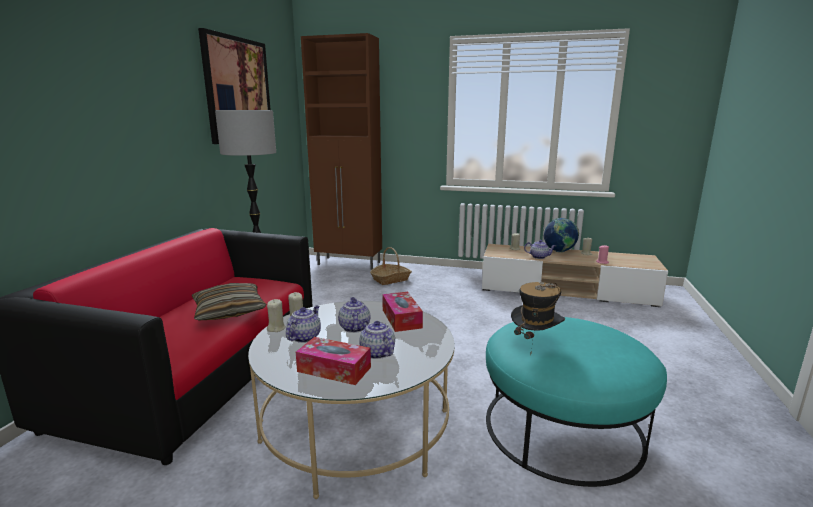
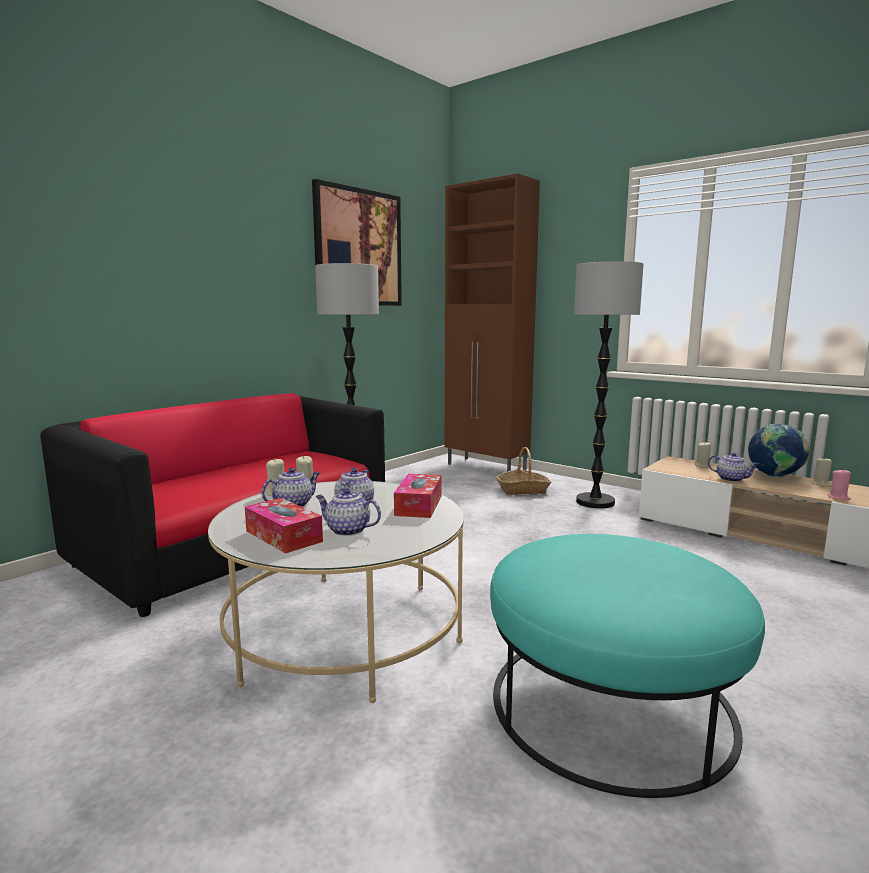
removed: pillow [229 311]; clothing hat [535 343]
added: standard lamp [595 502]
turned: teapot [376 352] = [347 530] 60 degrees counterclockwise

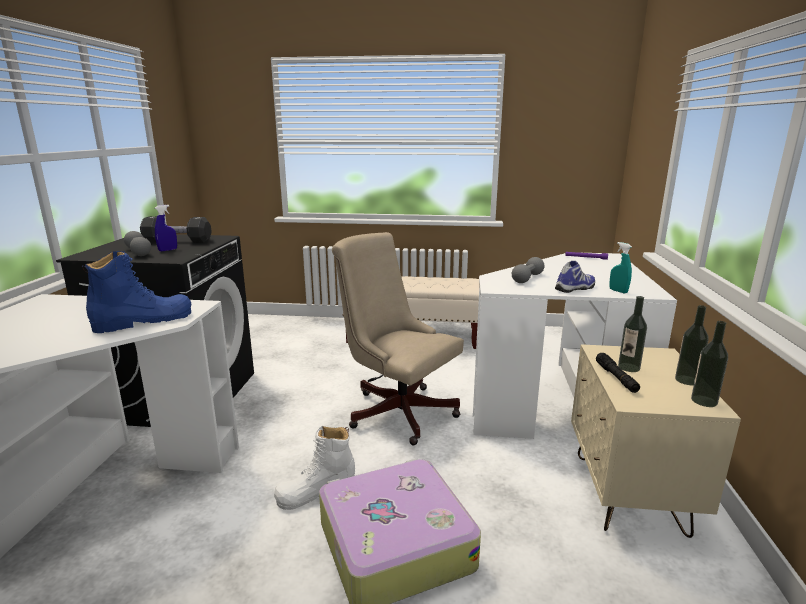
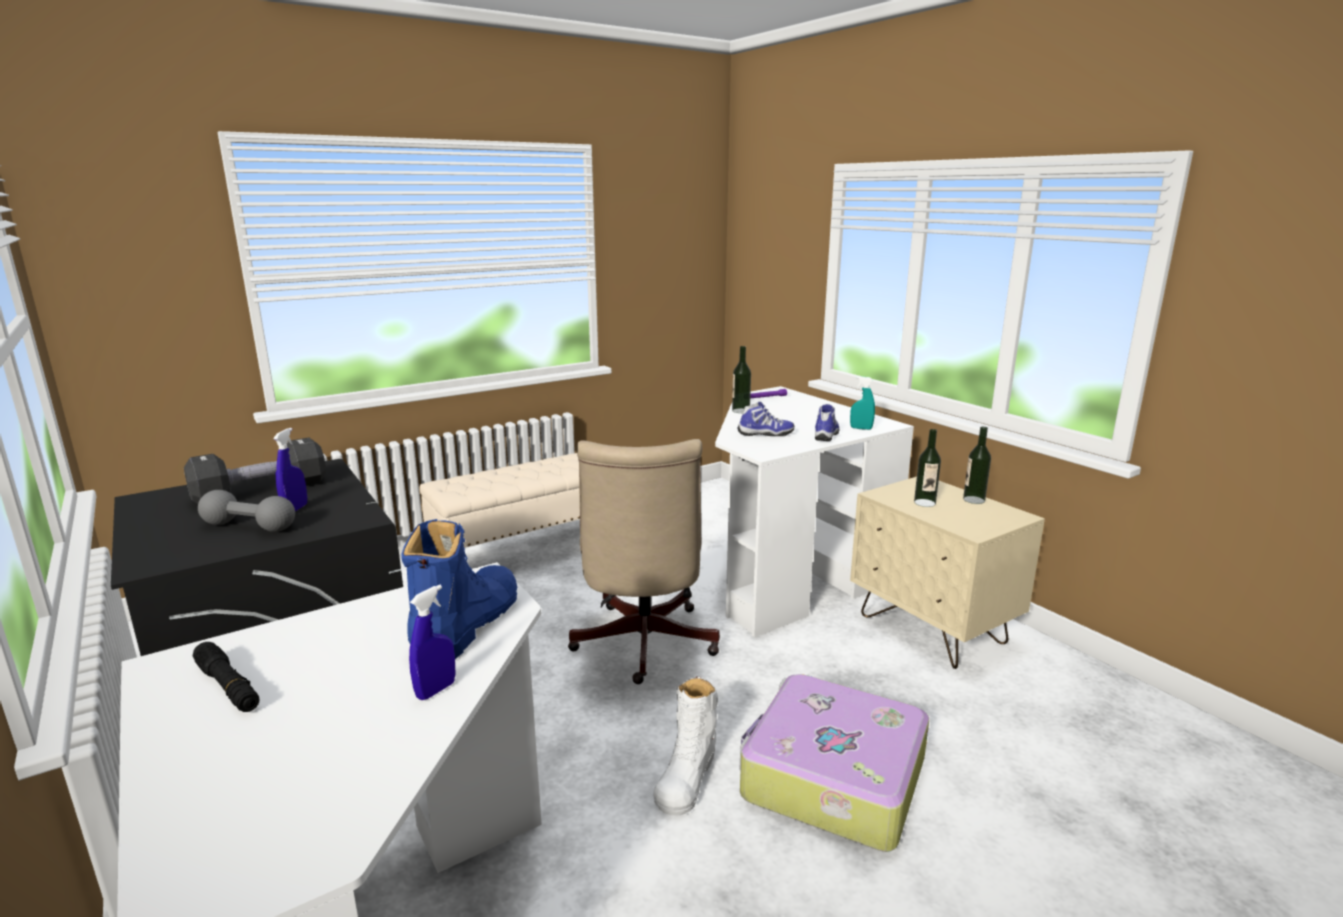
added: bluish hand sprayer [436 690]
moved: black-coloured hand torch [616 378] to [228 687]; beverage bottle [704 401] to [740 411]
replaced: greyish hand weight [527 278] to low shoe [765 434]
turned: beige office chair [397 410] = [642 646] 90 degrees counterclockwise

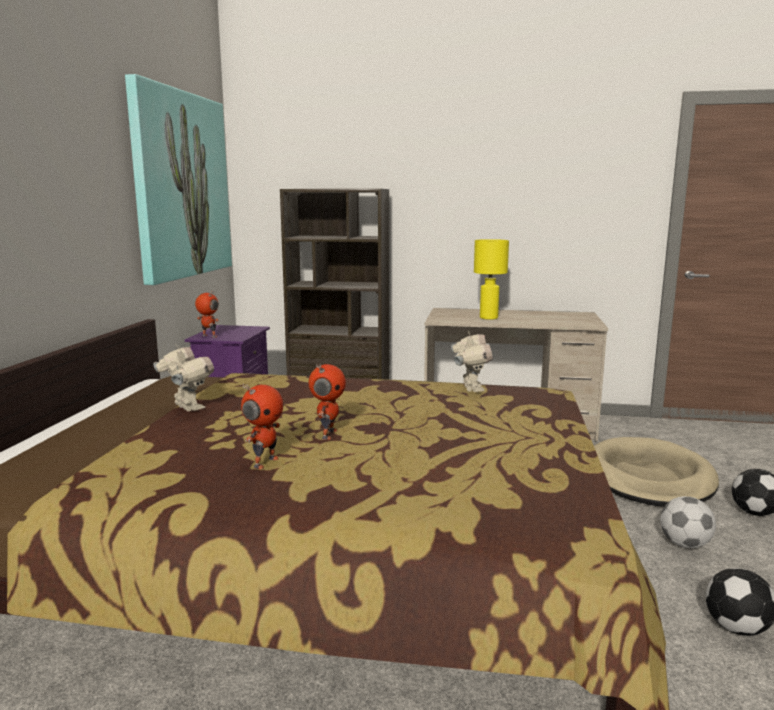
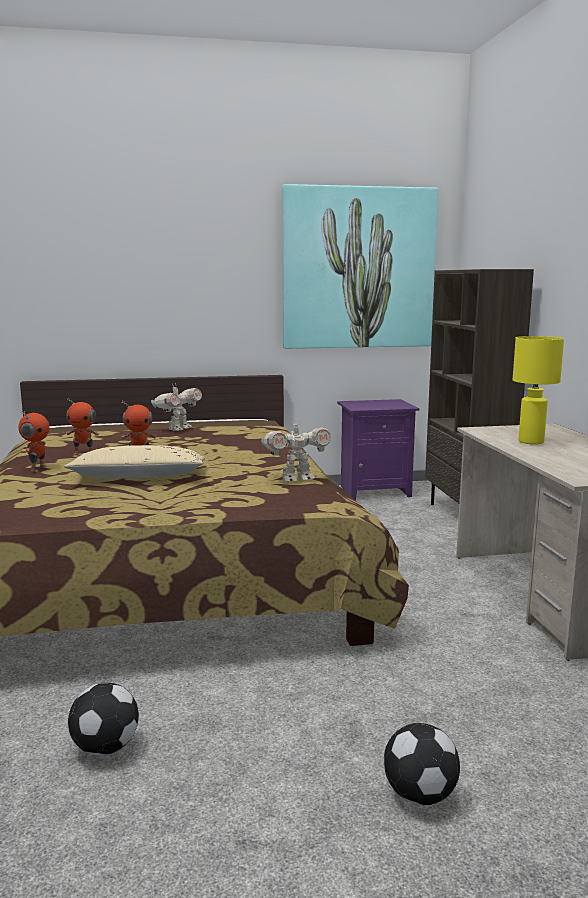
removed: beige dog bed [648 478]; football ball [685 544]
added: beige pillow [139 477]
moved: model robot [208 336] to [37 469]

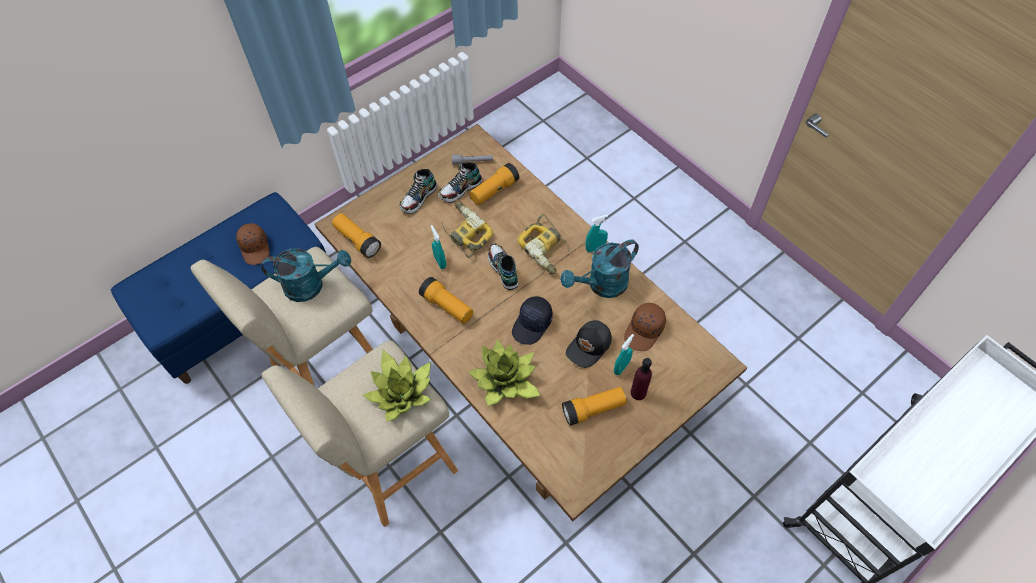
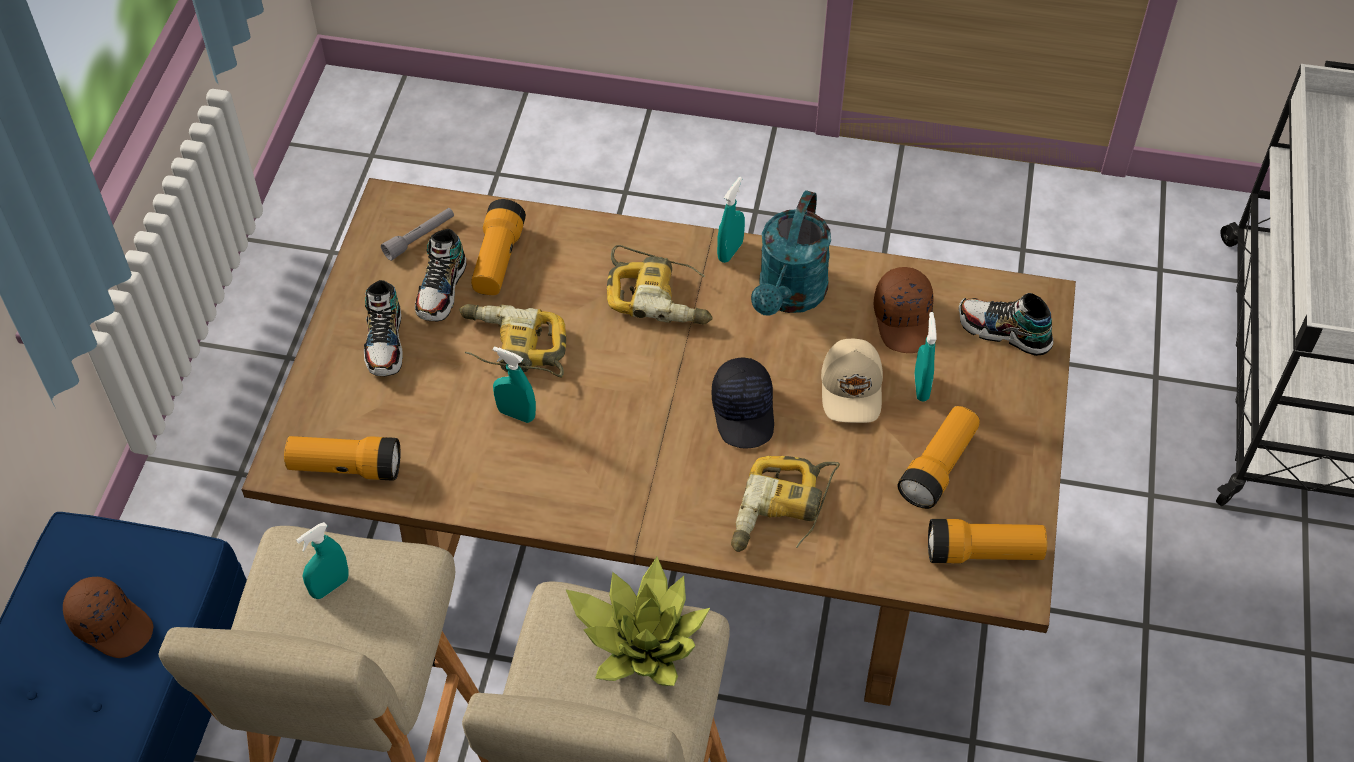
removed: purple beverage bottle [638 393]
moved: hand torch [447 306] to [983 553]; low shoe [503 270] to [1003 332]
replaced: turquoise-coloured watering pot [311 285] to turquoise-coloured hand sprayer [330 586]; houseplant [505 380] to electric drill [782 513]
recoloured: black-coloured peaked cap [589 347] to beige peaked cap [853 389]

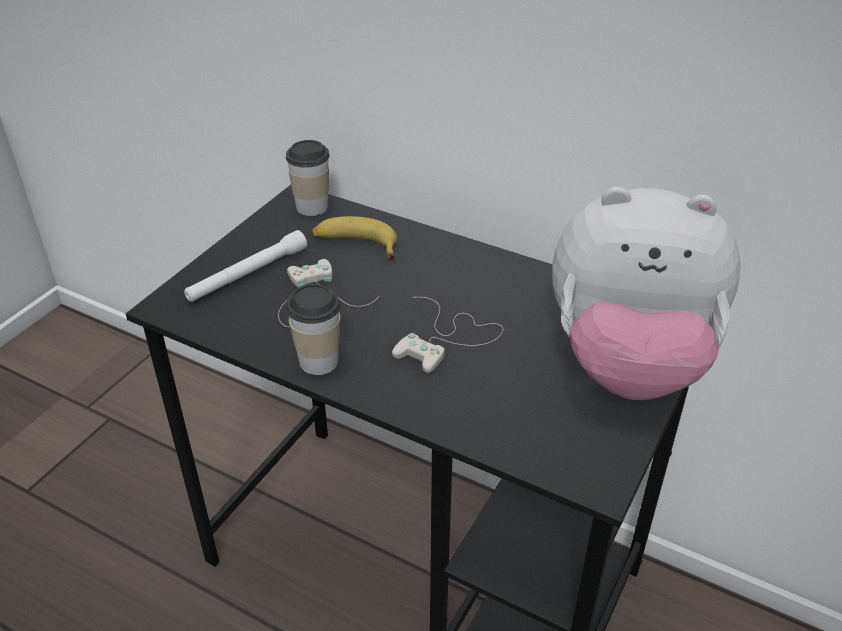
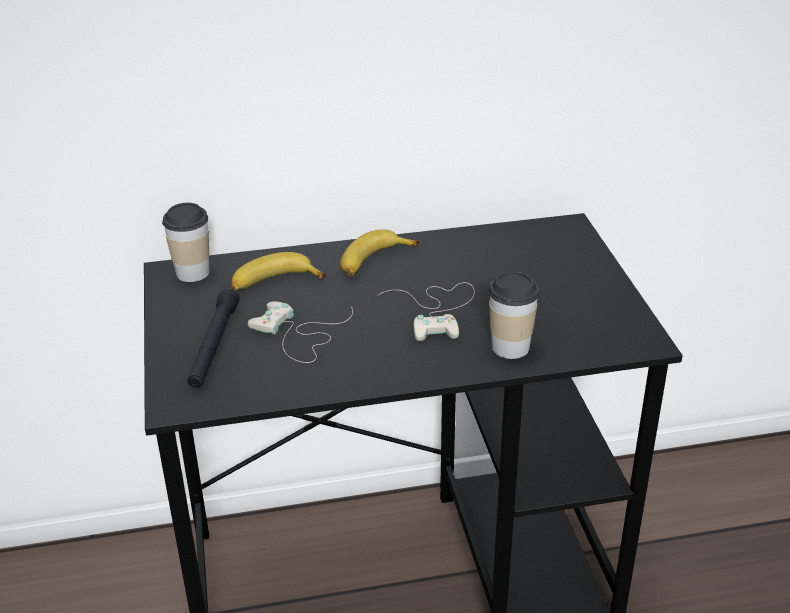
removed: cuddly toy [628 363]
added: whole banana [373 262]
moved: cup [318 361] to [510 347]
recoloured: white hand torch [247 274] to black-coloured hand torch [214 346]

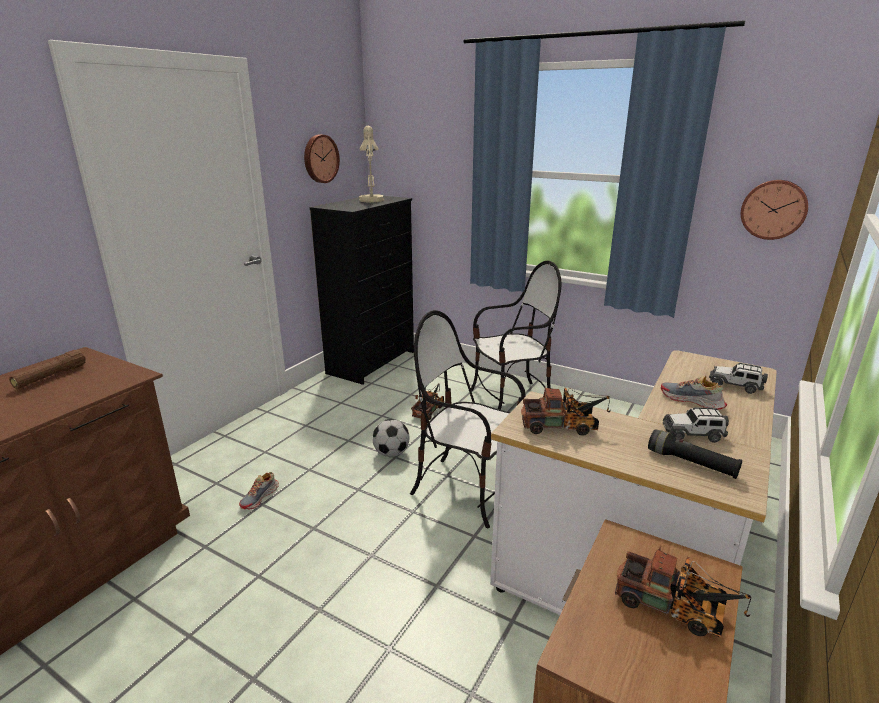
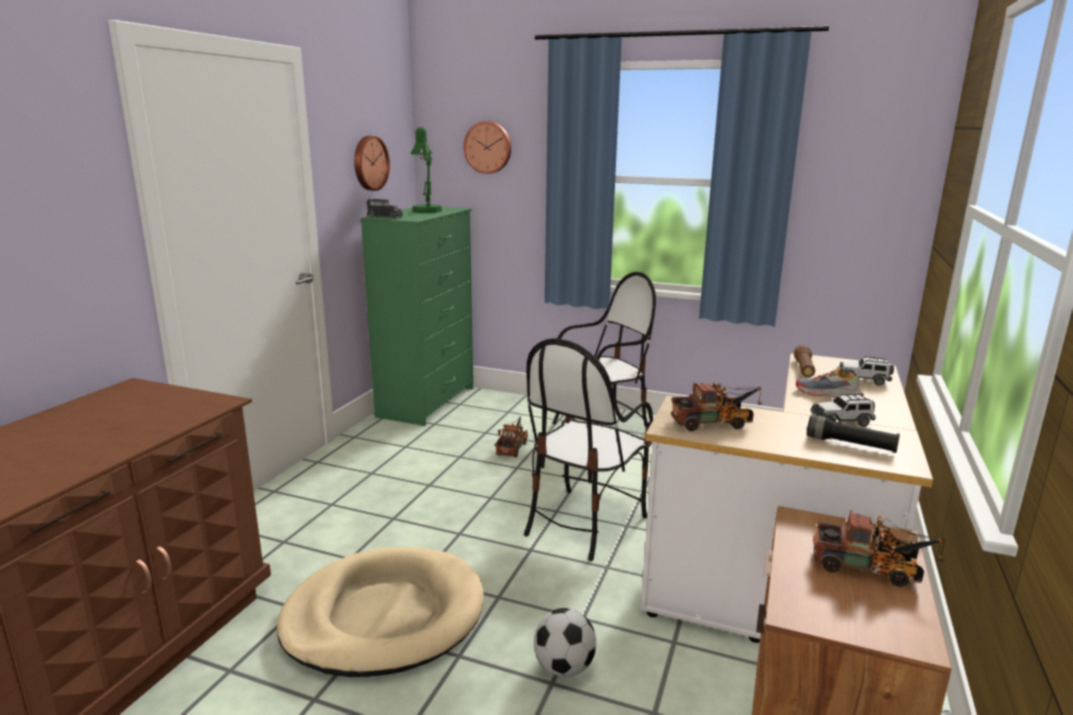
removed: low shoe [260 497]
added: beige dog bed [384 616]; model truck [383 217]
moved: hanging clock [773 209] to [488 147]; football ball [391 454] to [564 668]; brown-coloured hand torch [51 377] to [804 369]
recoloured: black-coloured drawer chest [372 362] to green drawer chest [428 402]; beige table lamp [371 199] to green table lamp [426 210]
turned: plain chair [467 489] = [583 523] 75 degrees counterclockwise

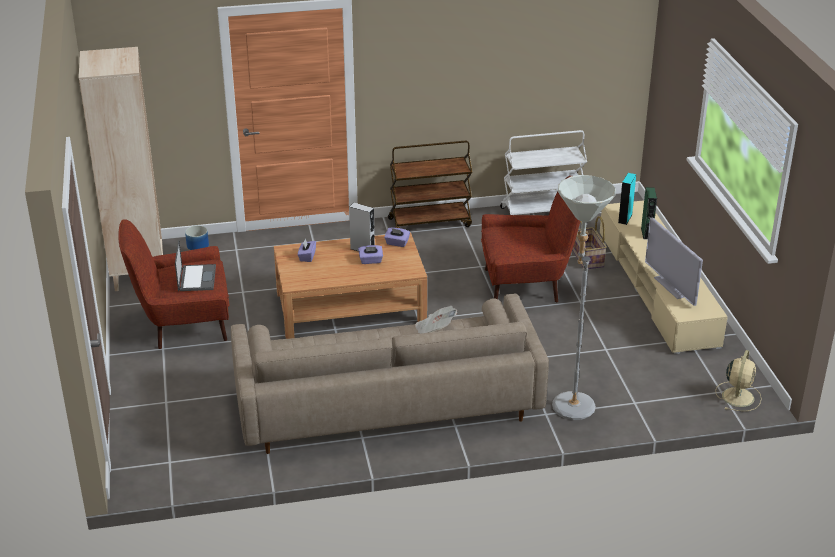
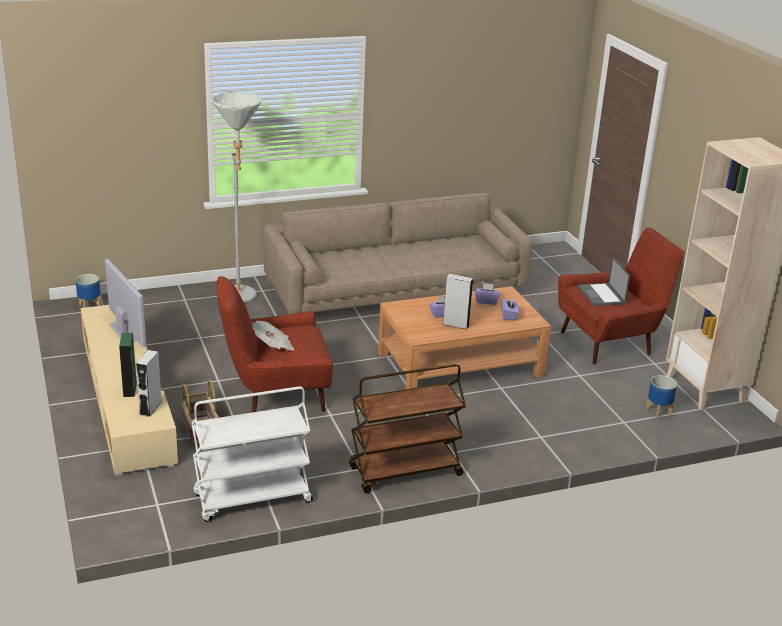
moved: daily paper [434 329] to [272 346]; purple tissue holder [397 243] to [486 301]
replaced: beige fan [738 396] to planter [90 306]
recoloured: turquoise-coloured speaker [625 218] to greyish speaker [150 408]

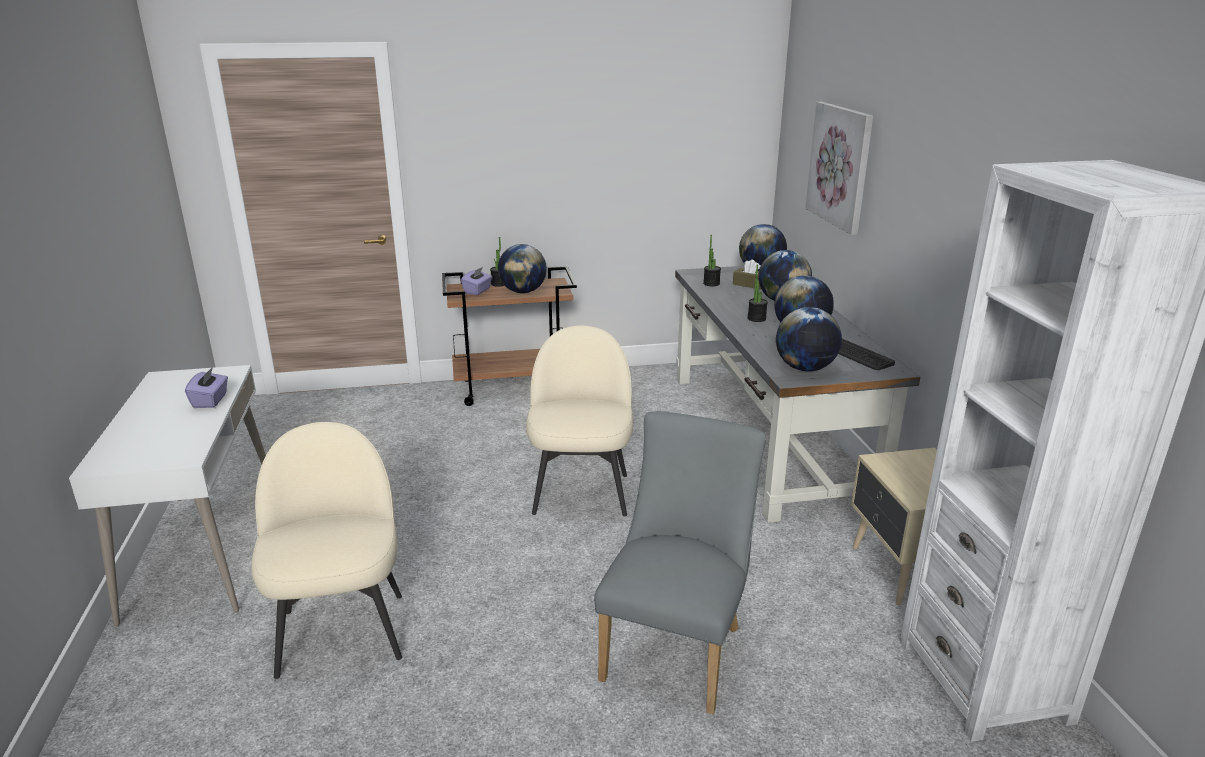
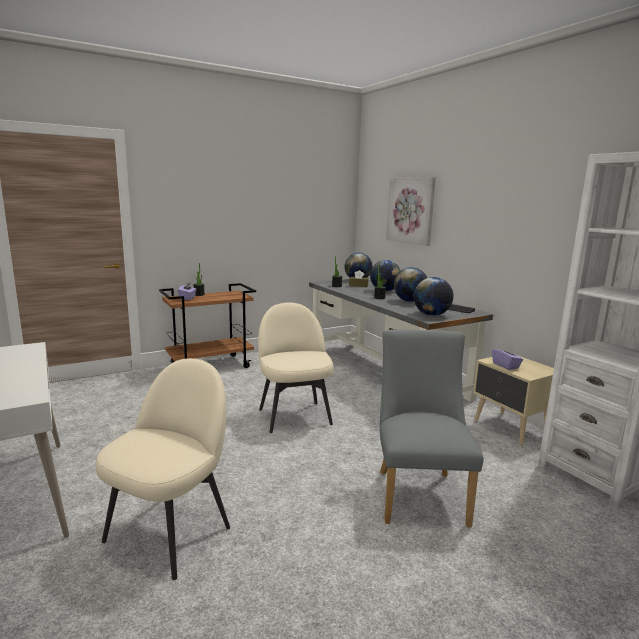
removed: world globe [523 291]
moved: purple tissue holder [210 400] to [506 366]
turned: beige plain chair [342 631] = [170 532] 60 degrees clockwise

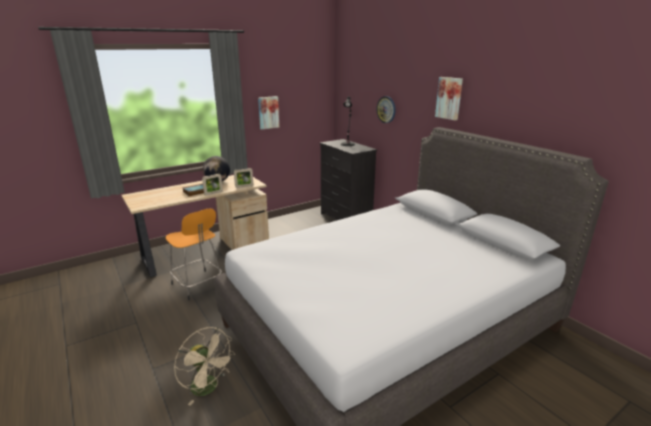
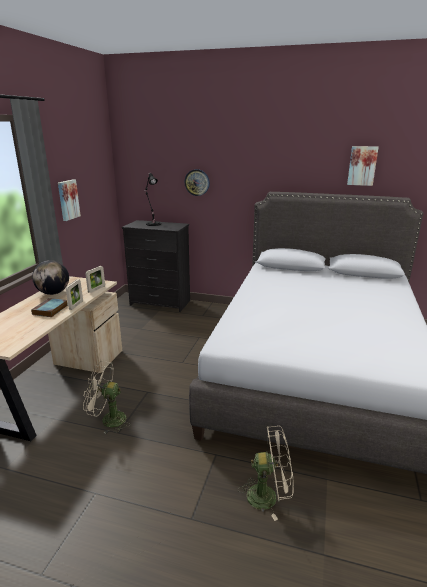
moved: wall picture [449 98] to [362 165]
replaced: orangey sitting stool [198 285] to beige fan [108 420]

